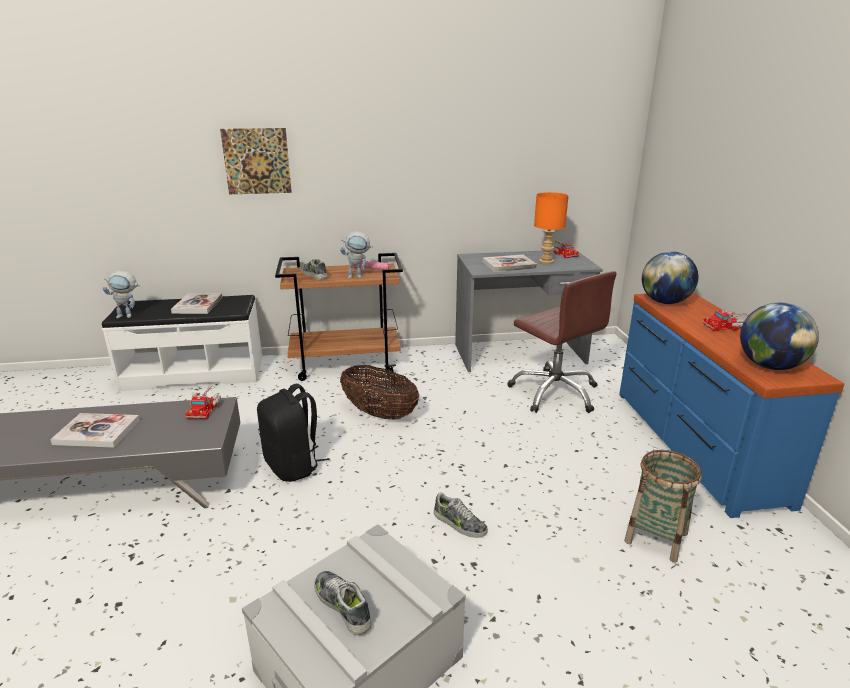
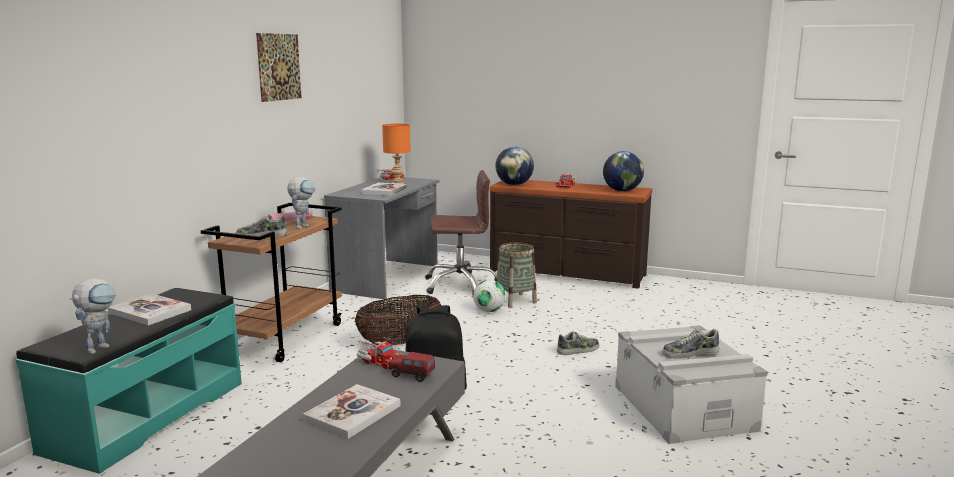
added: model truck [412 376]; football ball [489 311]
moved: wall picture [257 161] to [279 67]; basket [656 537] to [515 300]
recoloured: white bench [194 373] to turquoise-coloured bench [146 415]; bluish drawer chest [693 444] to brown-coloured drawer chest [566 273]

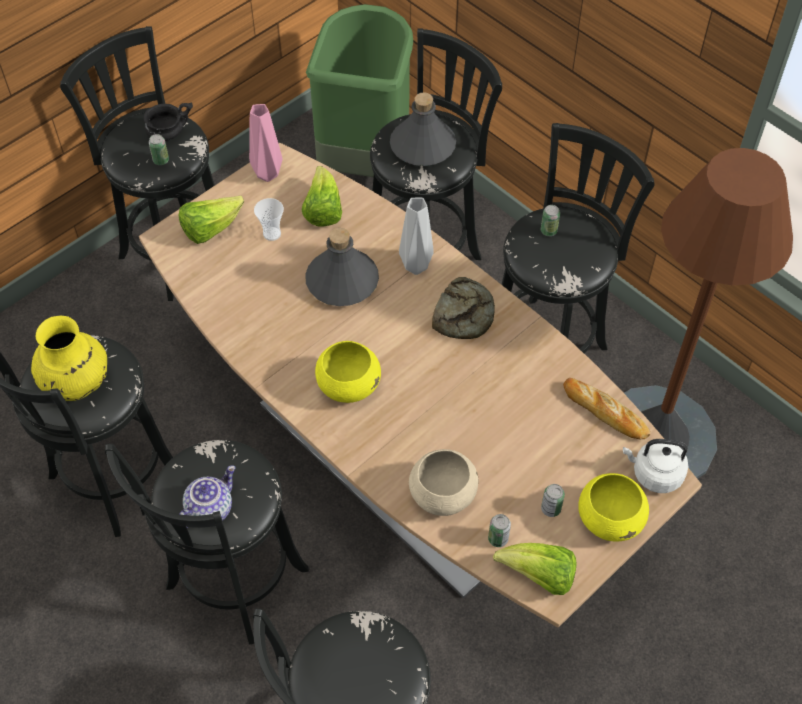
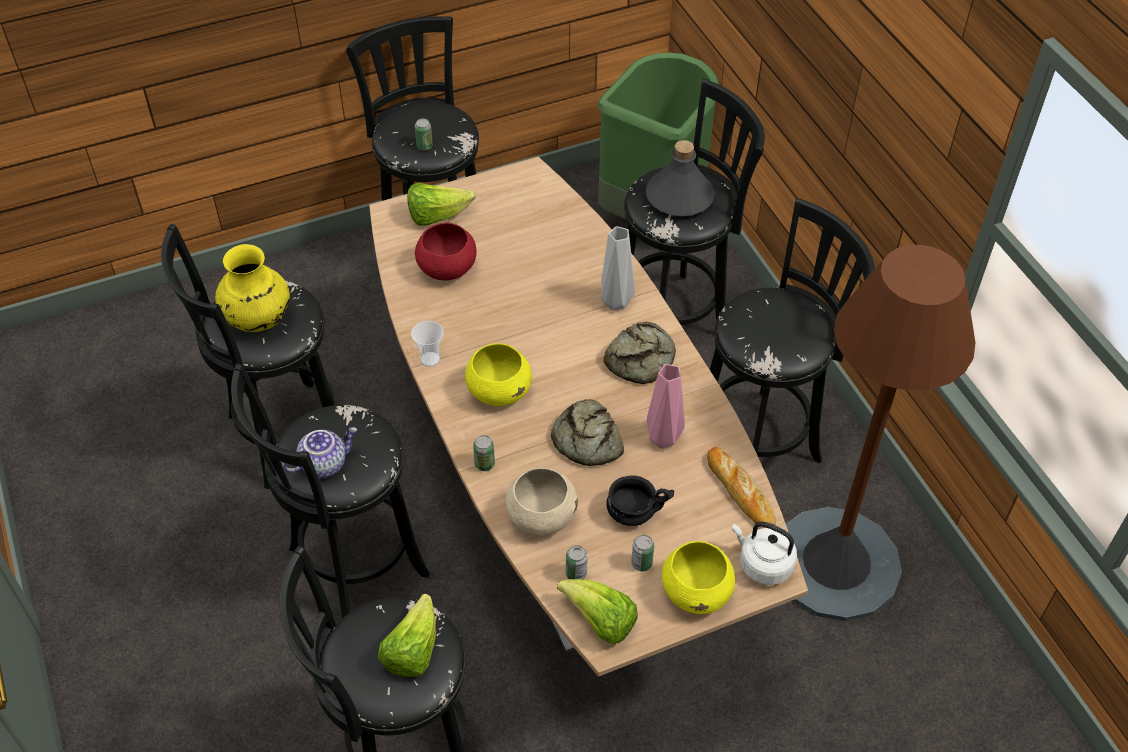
removed: greyish beverage bottle [341 281]
added: reddish serving bowl [446 268]; bakery bread [586 440]
moved: lettuce [323 210] to [412 650]; cup [272 234] to [430 359]; sealed can [548 231] to [484 464]; black-coloured serving bowl [167 133] to [633 512]; pink flower vase [266 174] to [661 438]

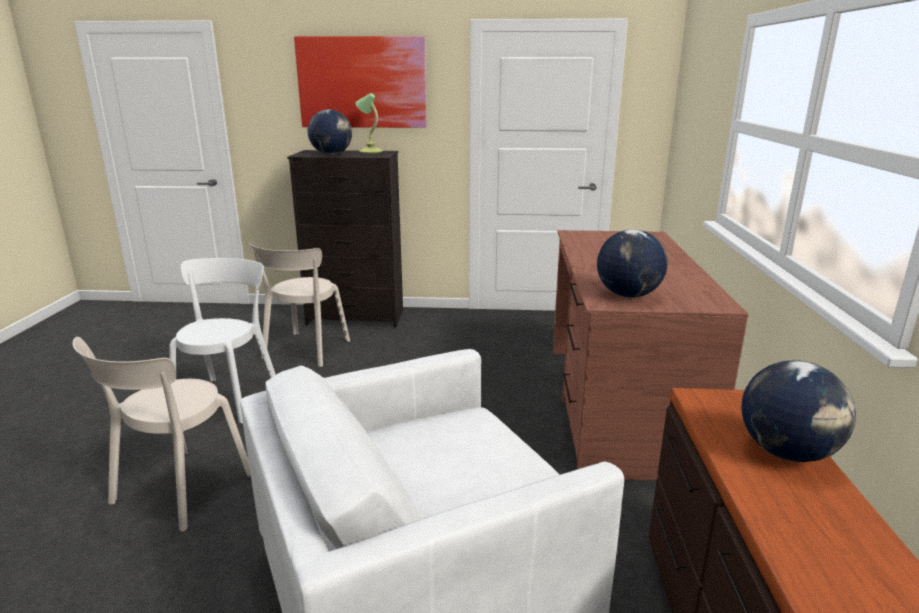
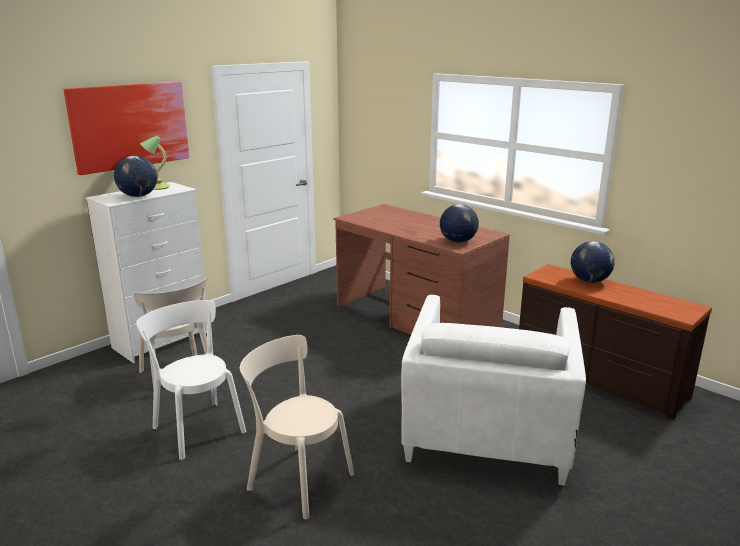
recoloured: black-coloured drawer chest [356 318] to white drawer chest [163 341]
turned: beige plain chair [178 492] = [297 479] 150 degrees clockwise

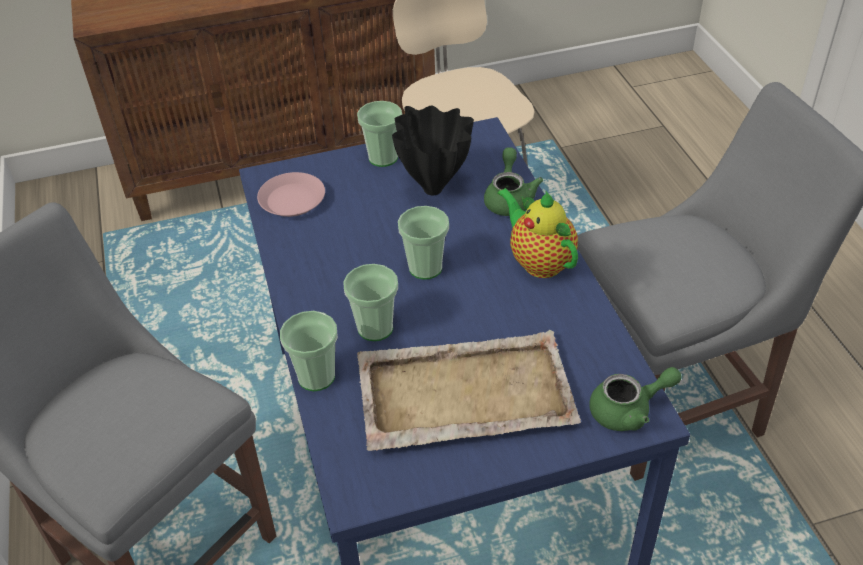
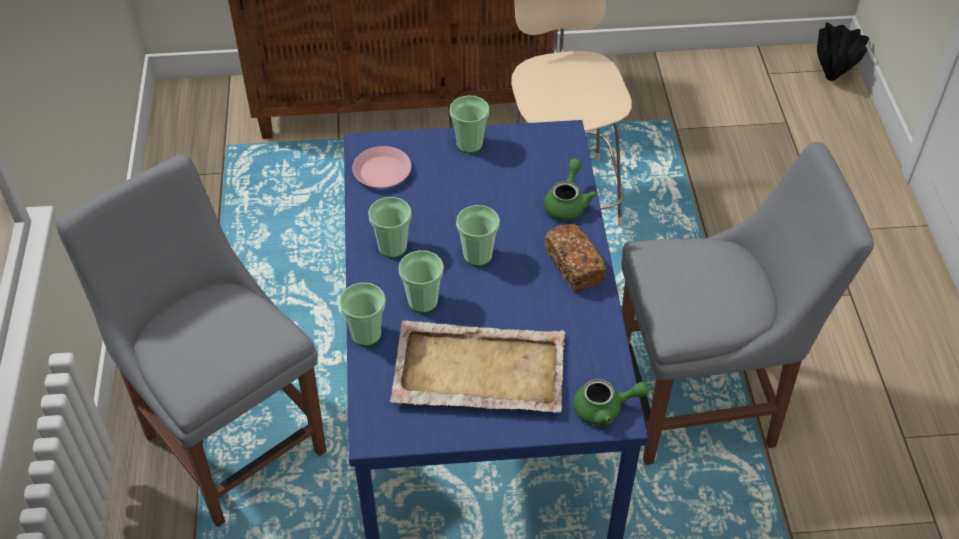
added: cup [392 247]
moved: black-coloured flower vase [434 190] to [831 77]
replaced: teapot [538 261] to bakery bread [574 267]

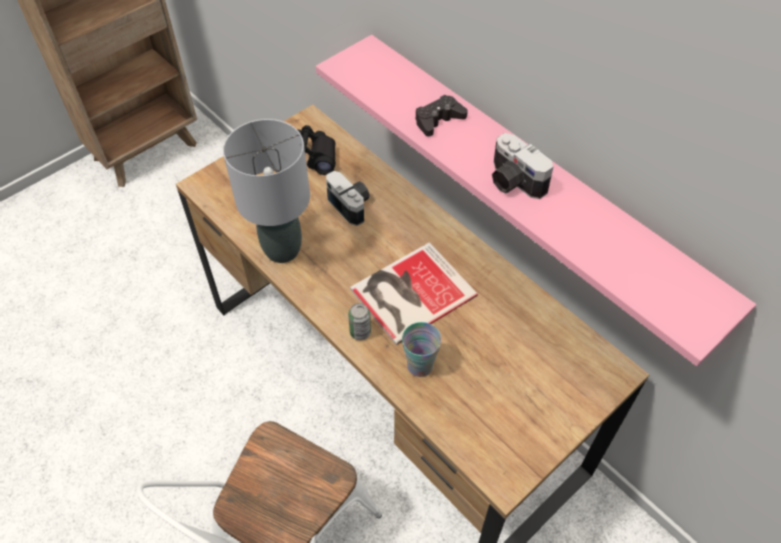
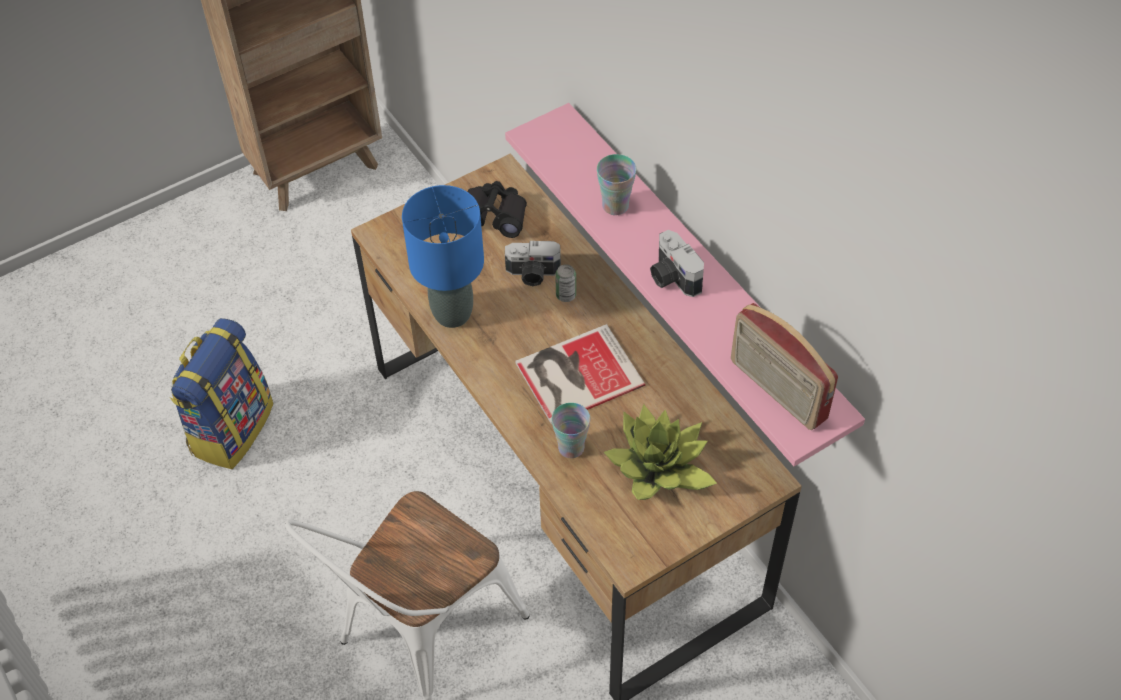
added: backpack [231 428]; houseplant [659 467]; radio [776 391]
moved: sealed can [360 332] to [566 295]
replaced: black-coloured gamepad [438 120] to cup [615 205]
recoloured: greyish table lamp [282 249] to bluish table lamp [453 313]
turned: still camera [351 205] = [533 274] 120 degrees clockwise

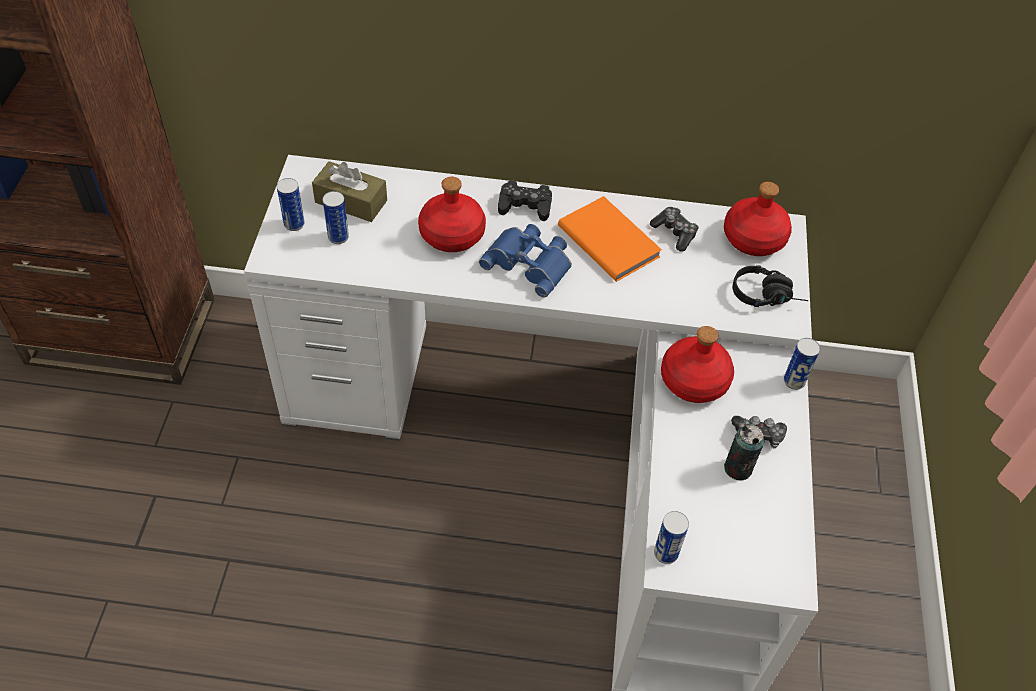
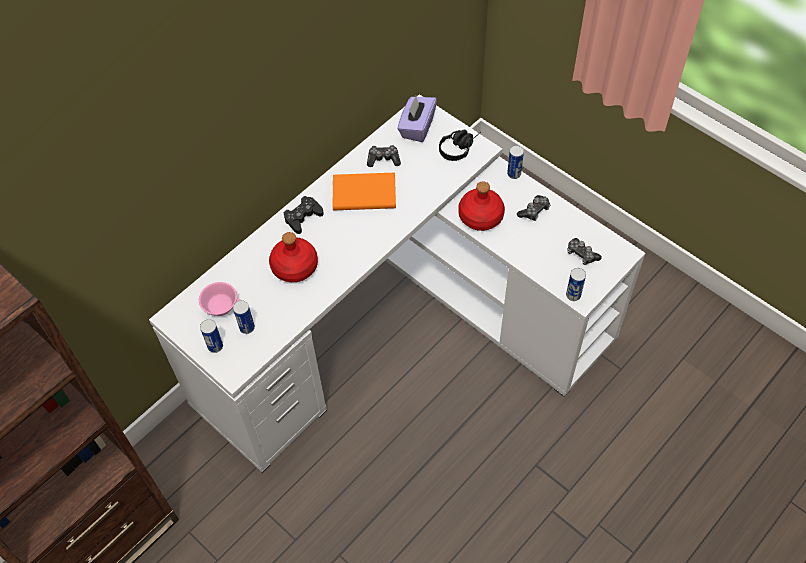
removed: bluish field glasses [530 262]; sealed can [738 468]
added: gamepad [581 254]
replaced: brown-coloured tissue holder [351 201] to pink cup [222 305]; reddish beverage bottle [753 239] to purple tissue holder [417 127]

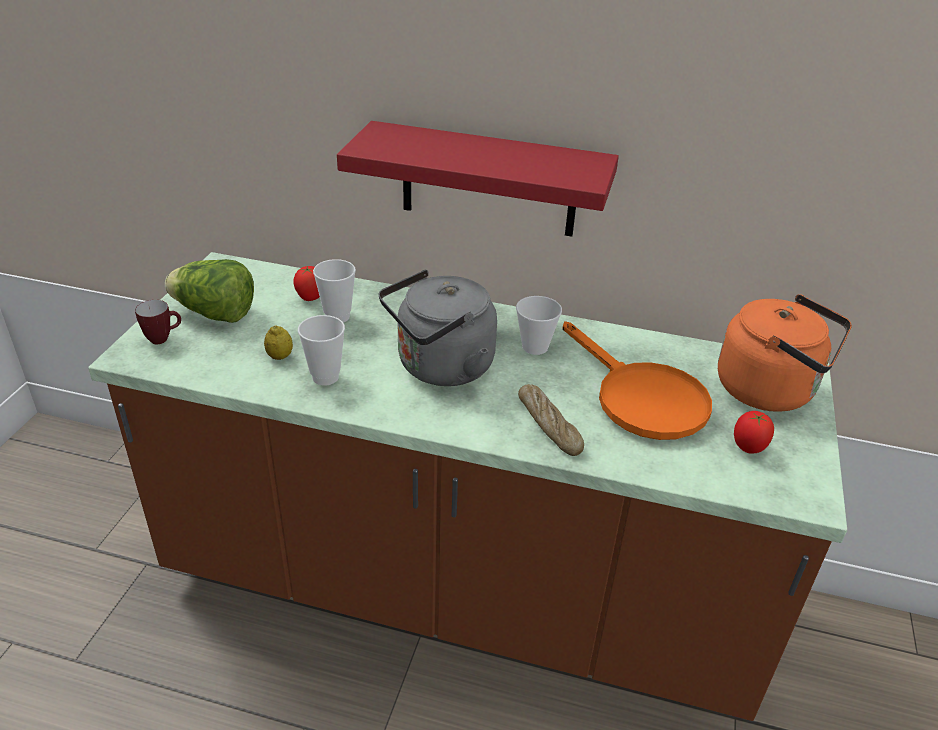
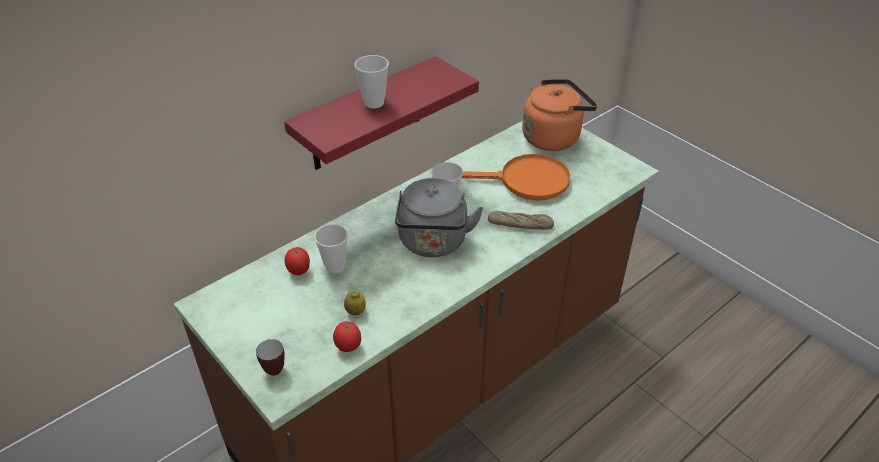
removed: lettuce [215 314]
moved: fresh tomato [748 448] to [348 347]; cup [325 377] to [374 103]

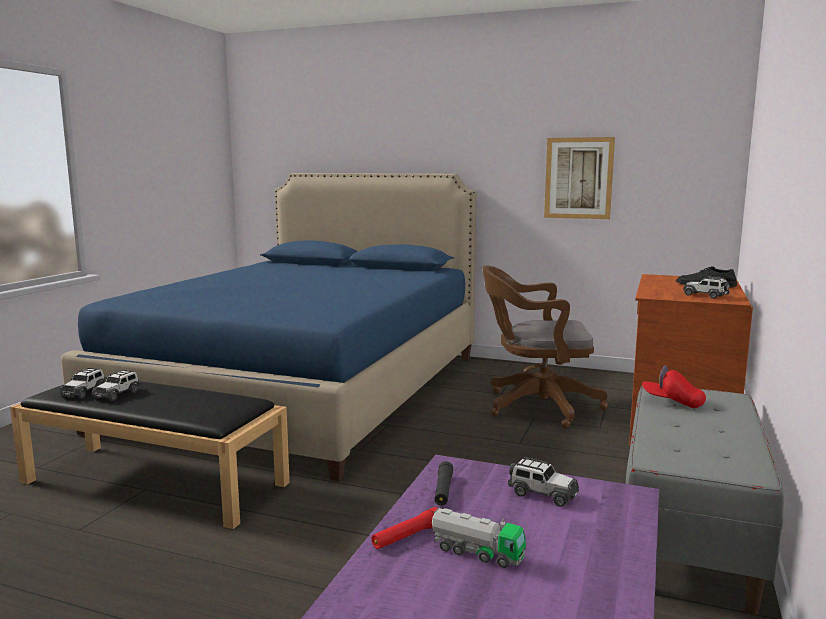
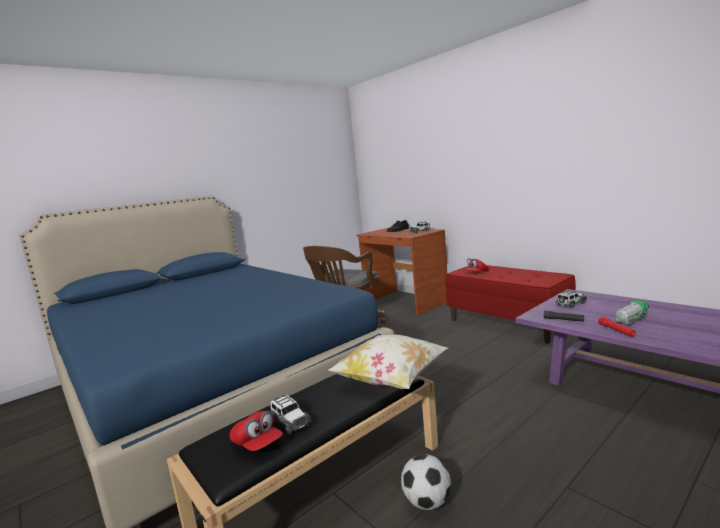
removed: wall picture [578 178]
added: pillow [391 380]; football ball [427 502]
replaced: toy car [84 392] to reddish peaked cap [257 444]
recoloured: greyish bench [689 534] to reddish bench [508 324]

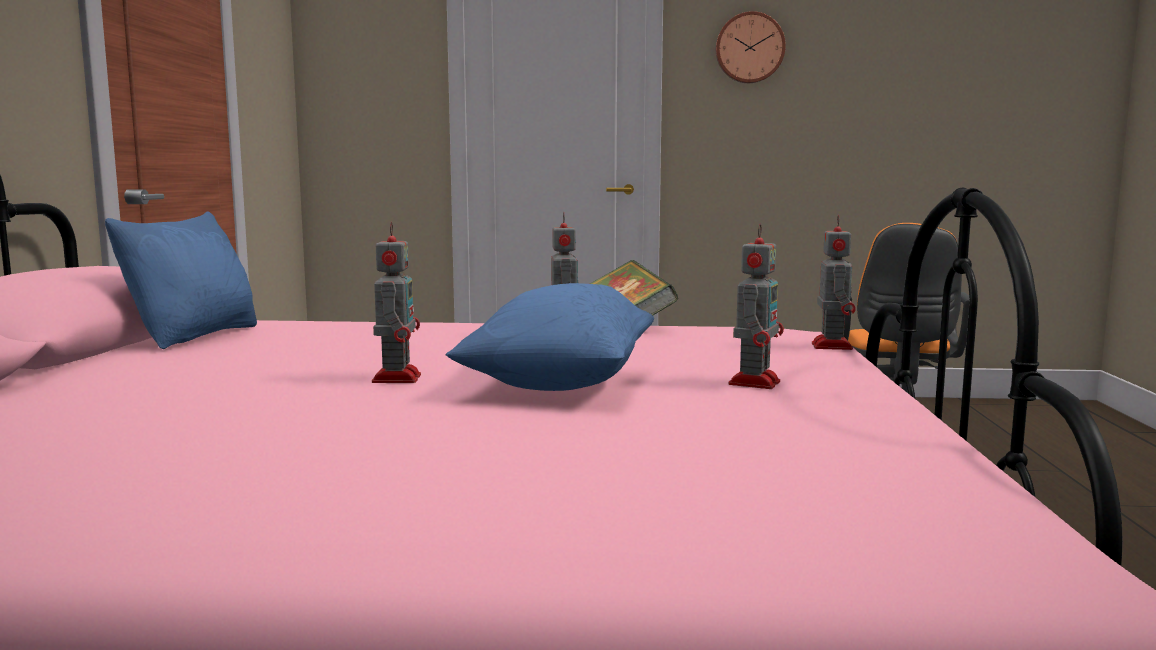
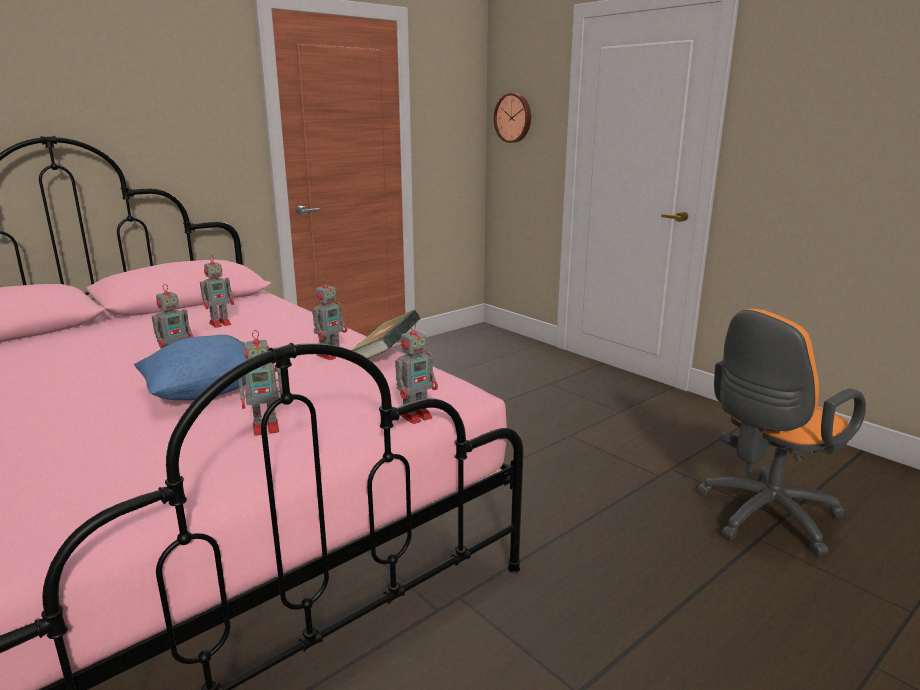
removed: bluish pillow [194 336]
added: model robot [221 323]
moved: hanging clock [749 48] to [514 118]

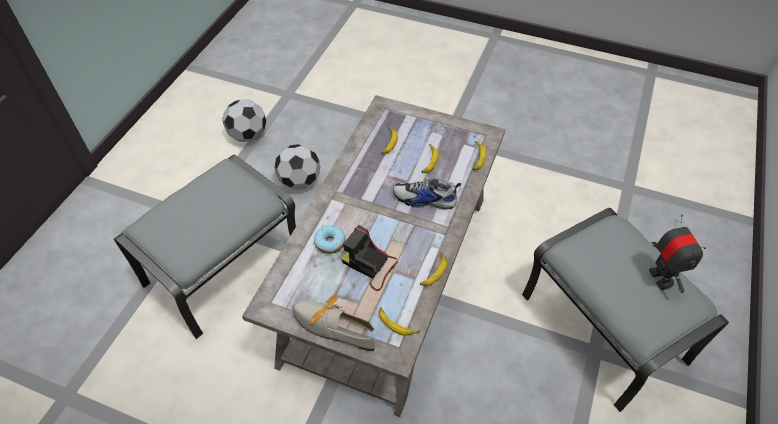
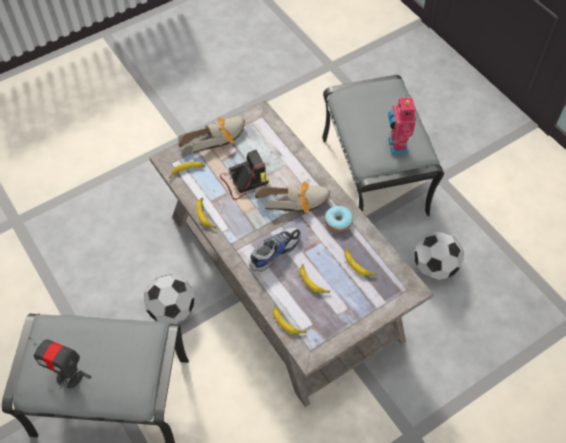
added: low shoe [297 201]; model robot [396 145]
moved: football ball [248 135] to [172 310]; donut [330 243] to [338 221]

